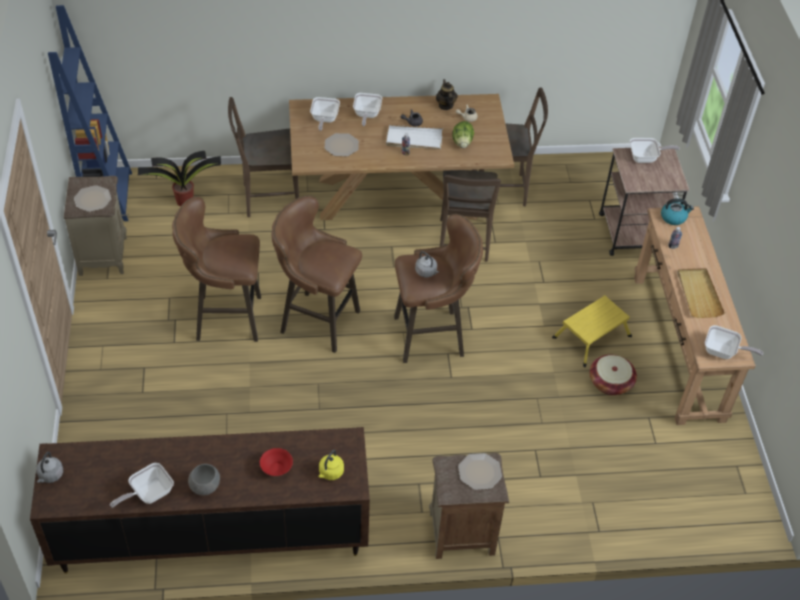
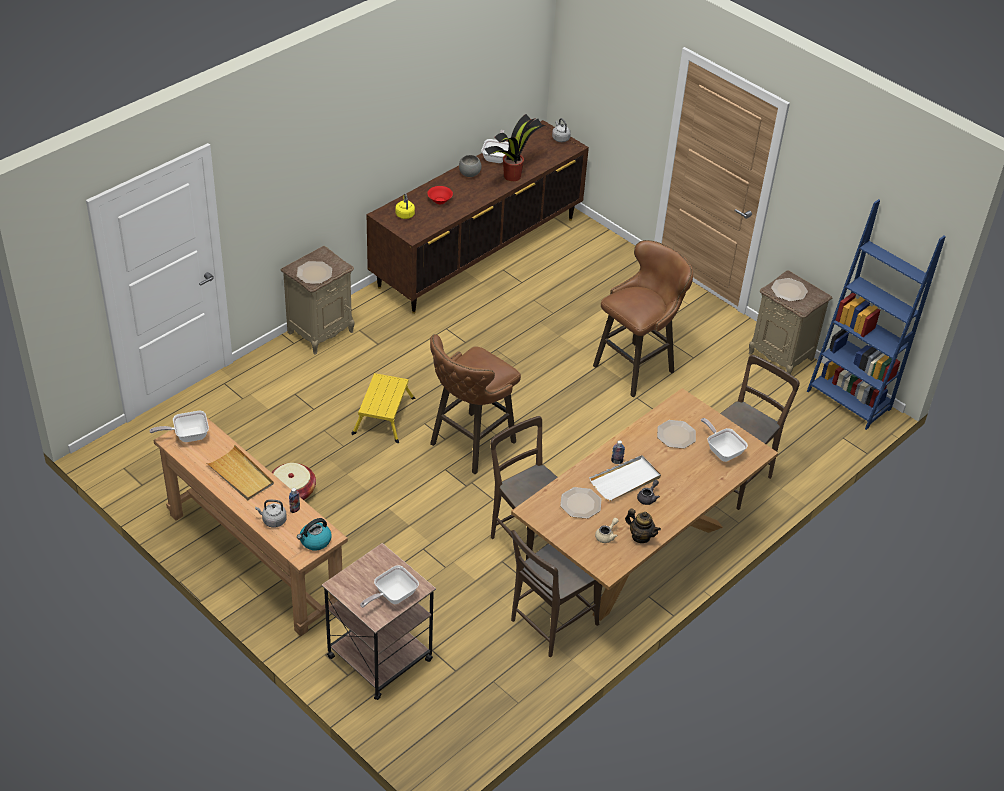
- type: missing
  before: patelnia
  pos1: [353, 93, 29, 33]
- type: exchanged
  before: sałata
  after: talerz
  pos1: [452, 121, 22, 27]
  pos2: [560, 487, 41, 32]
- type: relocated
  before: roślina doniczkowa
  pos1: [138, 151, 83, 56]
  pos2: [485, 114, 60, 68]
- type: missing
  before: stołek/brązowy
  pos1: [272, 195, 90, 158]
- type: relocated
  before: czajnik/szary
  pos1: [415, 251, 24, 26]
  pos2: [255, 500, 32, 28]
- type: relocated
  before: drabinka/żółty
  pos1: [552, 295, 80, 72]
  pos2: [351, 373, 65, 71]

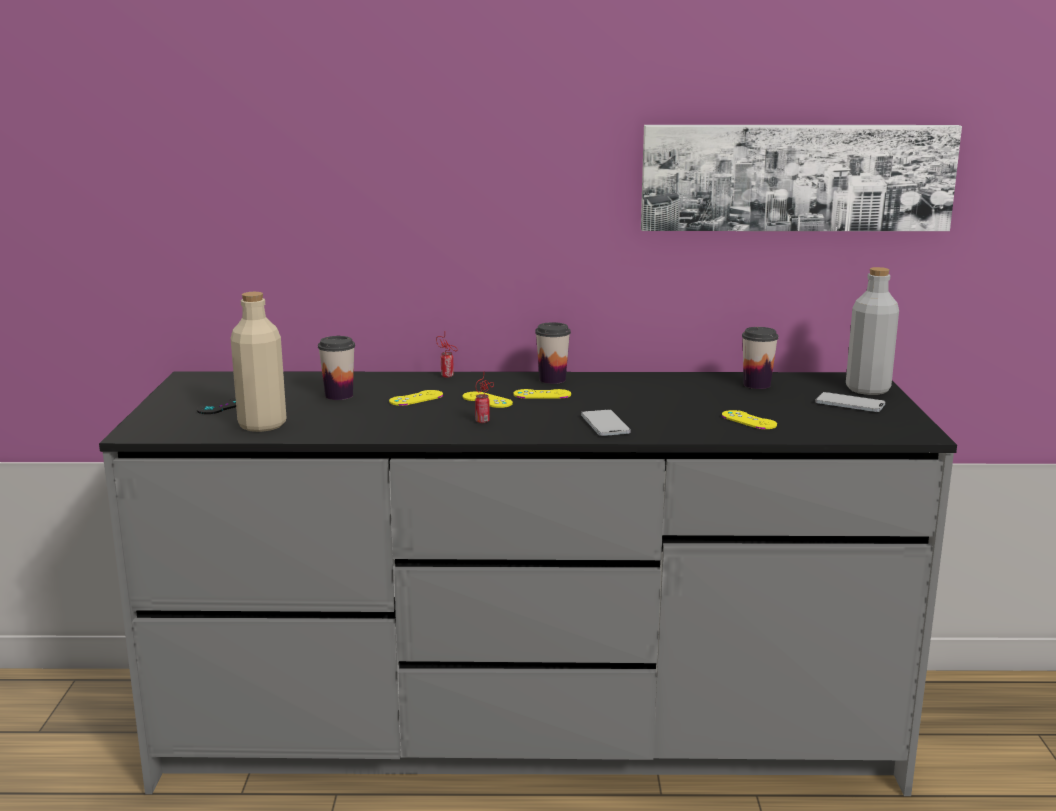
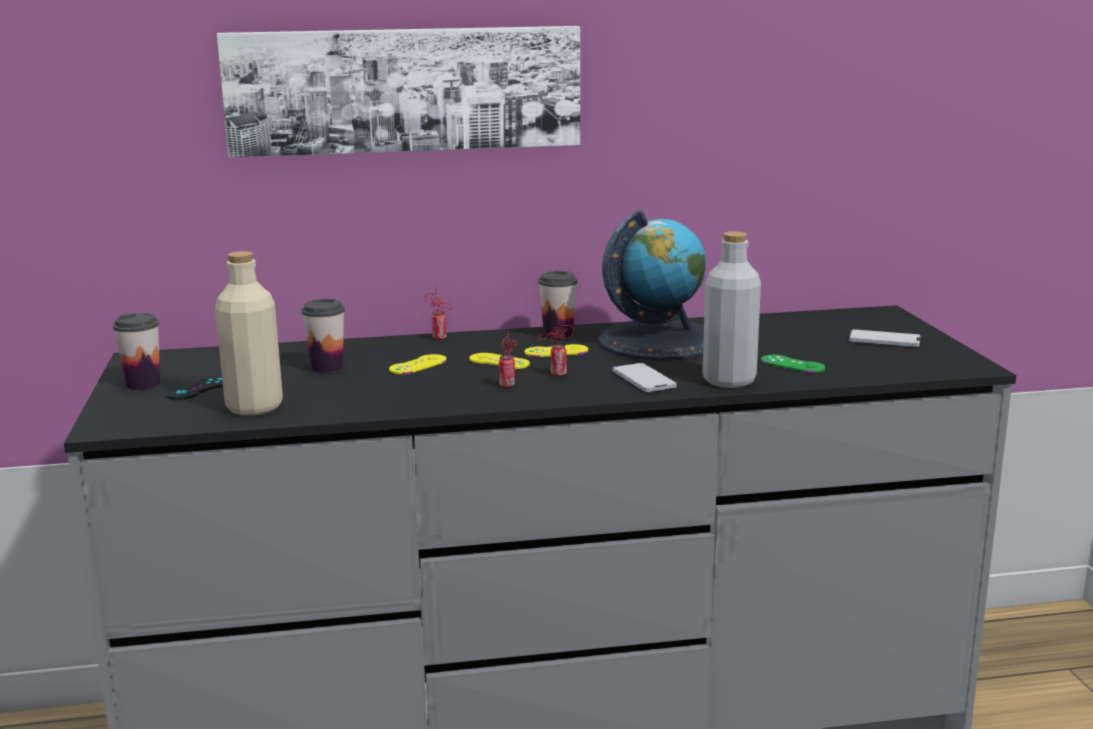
- type: relocated
  before: obraz
  pos1: [641, 125, 321, 106]
  pos2: [217, 26, 363, 132]
- type: relocated
  before: butelka/szary
  pos1: [846, 267, 53, 128]
  pos2: [702, 232, 59, 156]
- type: relocated
  before: filiżanka
  pos1: [742, 327, 36, 62]
  pos2: [113, 313, 47, 77]
- type: colour
  before: pad do gier/żółty
  after: pad do gier/zielony
  pos1: [722, 410, 55, 19]
  pos2: [761, 355, 64, 18]
- type: appeared
  after: globus
  pos2: [598, 209, 108, 152]
- type: appeared
  after: puszka
  pos2: [538, 317, 36, 59]

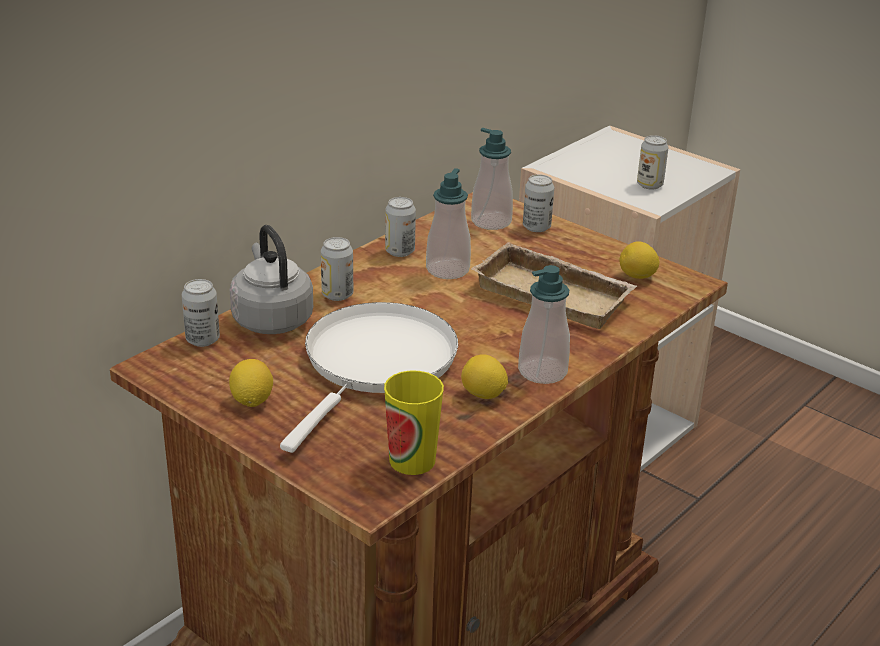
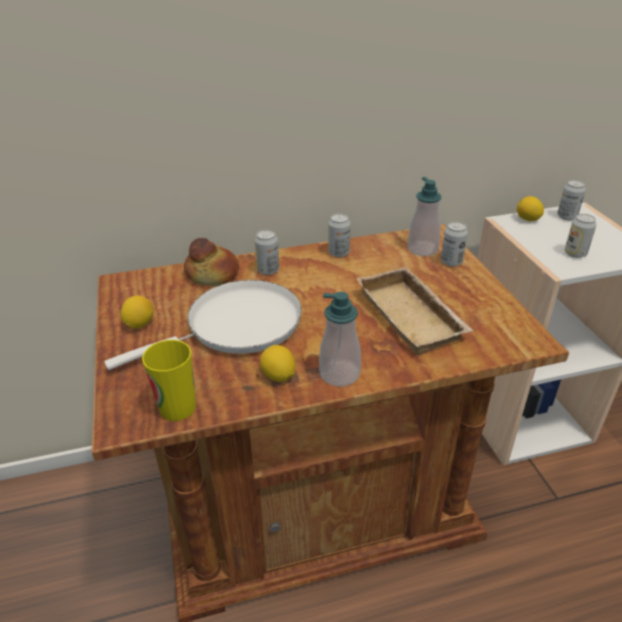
- type: missing
  before: dozownik mydła
  pos1: [426, 168, 45, 111]
- type: exchanged
  before: czajnik/szary
  after: chleb
  pos1: [230, 225, 83, 109]
  pos2: [184, 238, 55, 48]
- type: relocated
  before: cytryna
  pos1: [619, 241, 41, 38]
  pos2: [517, 196, 27, 25]
- type: relocated
  before: puszka
  pos1: [182, 279, 38, 68]
  pos2: [557, 180, 29, 41]

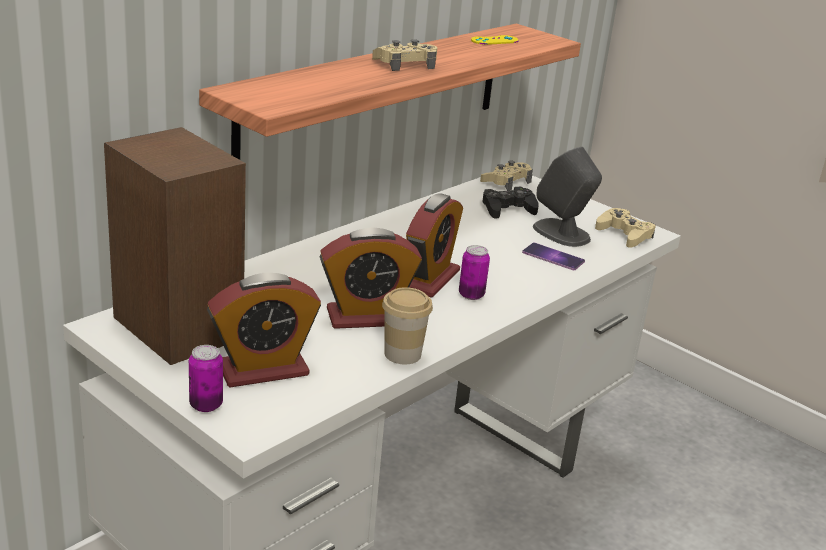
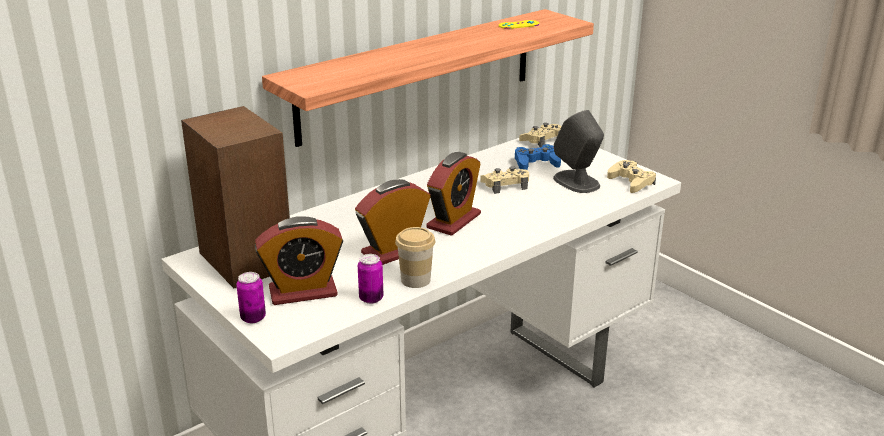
- type: relocated
  before: pad do gier/beżowy
  pos1: [372, 39, 65, 32]
  pos2: [480, 166, 49, 28]
- type: colour
  before: pad do gier/czarny
  after: pad do gier/niebieski
  pos1: [482, 187, 57, 32]
  pos2: [515, 144, 46, 26]
- type: spun
  before: budzik
  pos1: [320, 227, 102, 102]
  pos2: [355, 179, 76, 86]
  turn: 150
- type: missing
  before: telefon
  pos1: [522, 243, 63, 27]
- type: relocated
  before: puszka
  pos1: [459, 245, 31, 55]
  pos2: [358, 254, 25, 50]

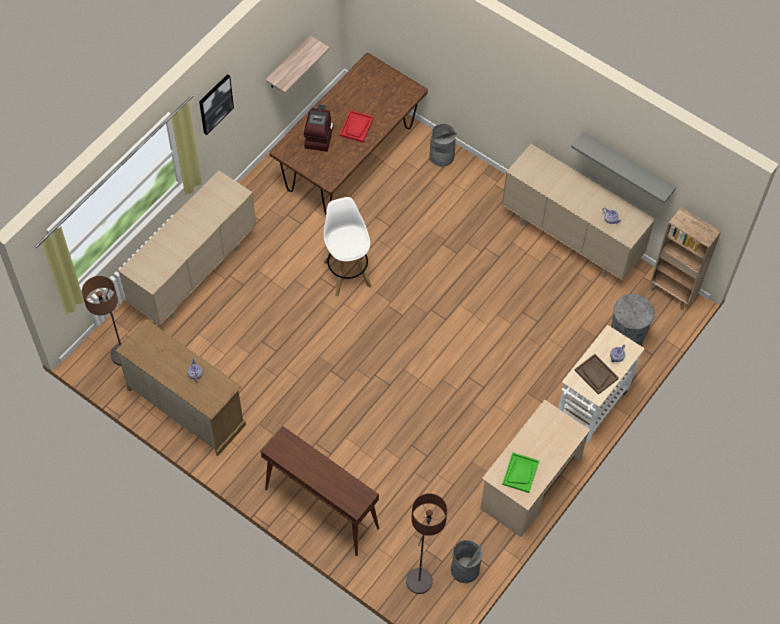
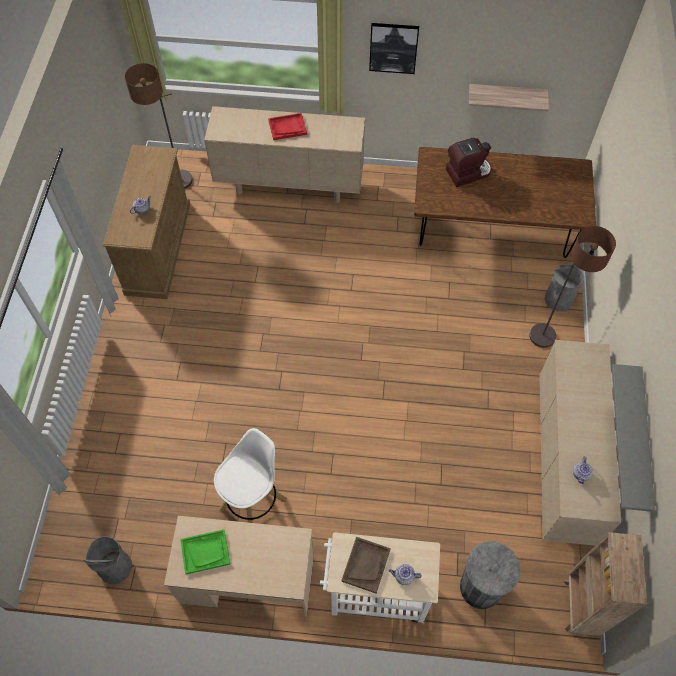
- type: relocated
  before: taca/czerwony
  pos1: [340, 110, 34, 32]
  pos2: [268, 113, 39, 27]
- type: relocated
  before: stołek/biały
  pos1: [324, 197, 48, 100]
  pos2: [214, 428, 73, 95]
- type: missing
  before: stolik konsolowy/brązowy
  pos1: [261, 426, 118, 130]
- type: relocated
  before: lampa stojąca/brązowy
  pos1: [406, 493, 41, 101]
  pos2: [529, 226, 87, 122]

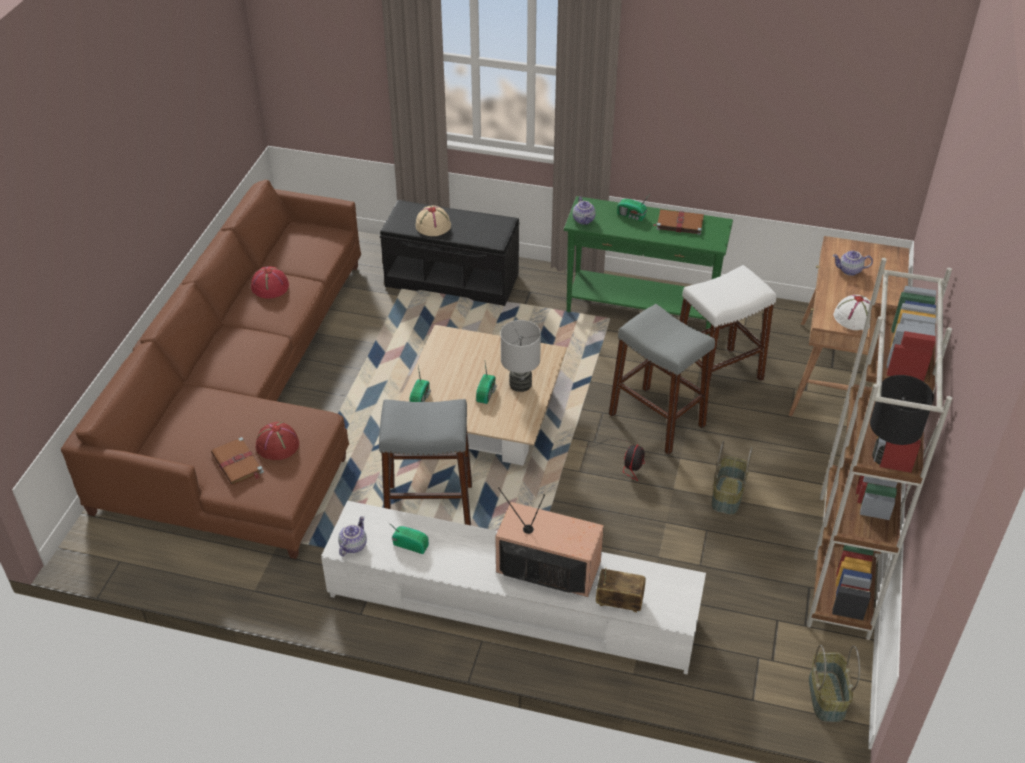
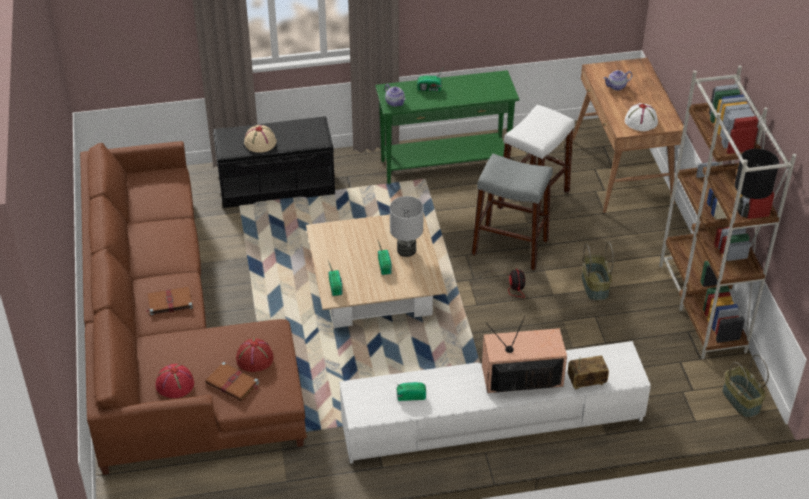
- type: relocated
  before: książka/brązowy
  pos1: [653, 209, 51, 26]
  pos2: [146, 286, 47, 29]
- type: relocated
  before: kapelusz/czerwony
  pos1: [251, 266, 38, 33]
  pos2: [156, 364, 38, 34]
- type: missing
  before: stołek/szary
  pos1: [379, 399, 93, 126]
- type: missing
  before: imbryk
  pos1: [338, 516, 29, 40]

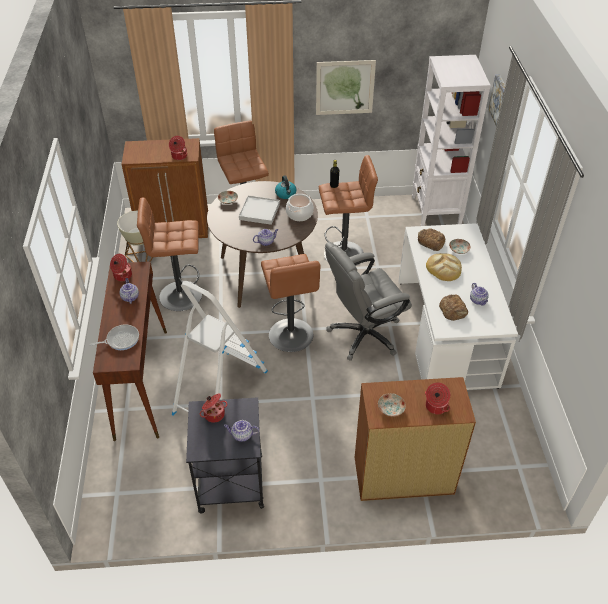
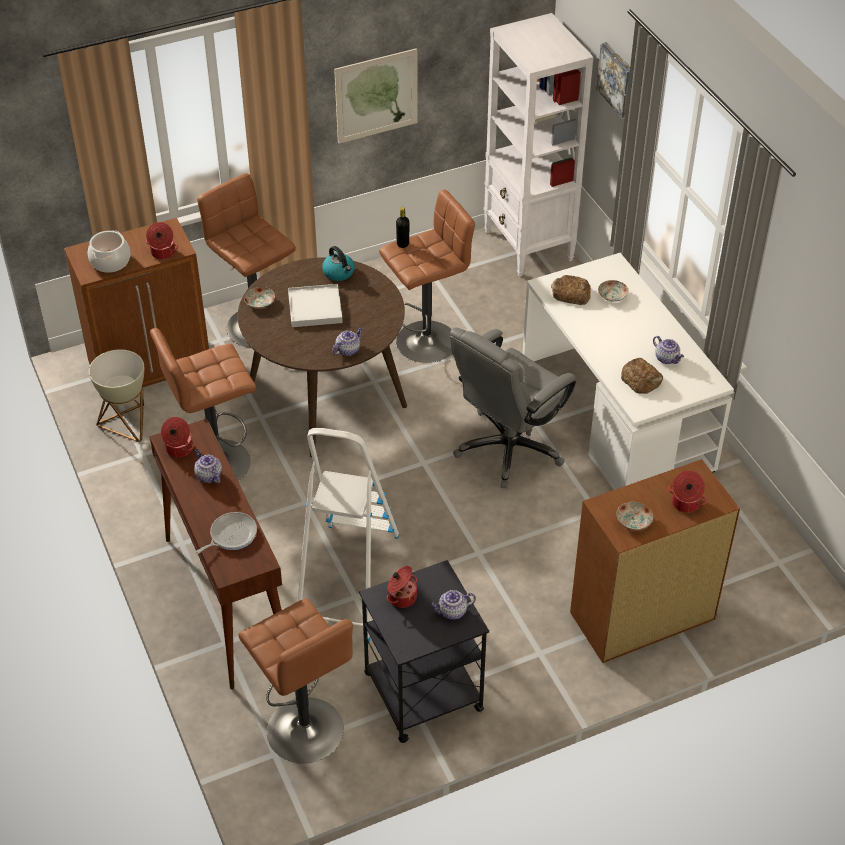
- type: relocated
  before: garnek
  pos1: [286, 194, 28, 27]
  pos2: [88, 230, 43, 43]
- type: missing
  before: chleb
  pos1: [426, 253, 36, 28]
- type: relocated
  before: stołek/brązowy
  pos1: [261, 254, 60, 98]
  pos2: [239, 598, 114, 166]

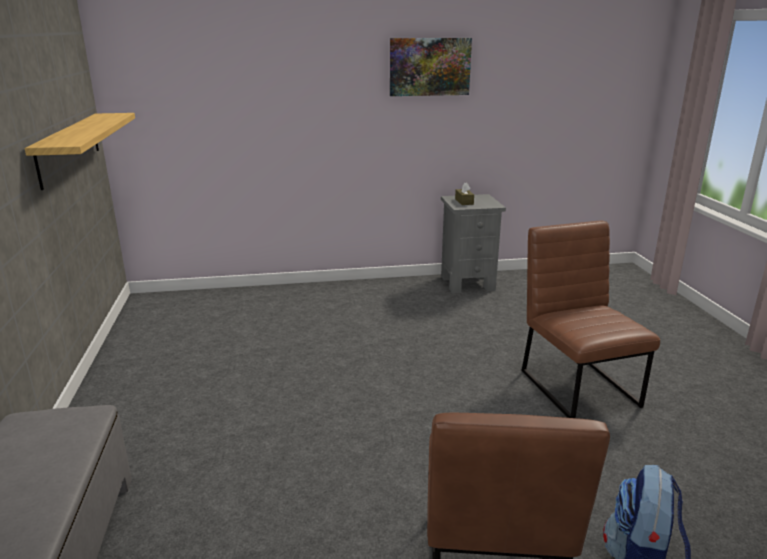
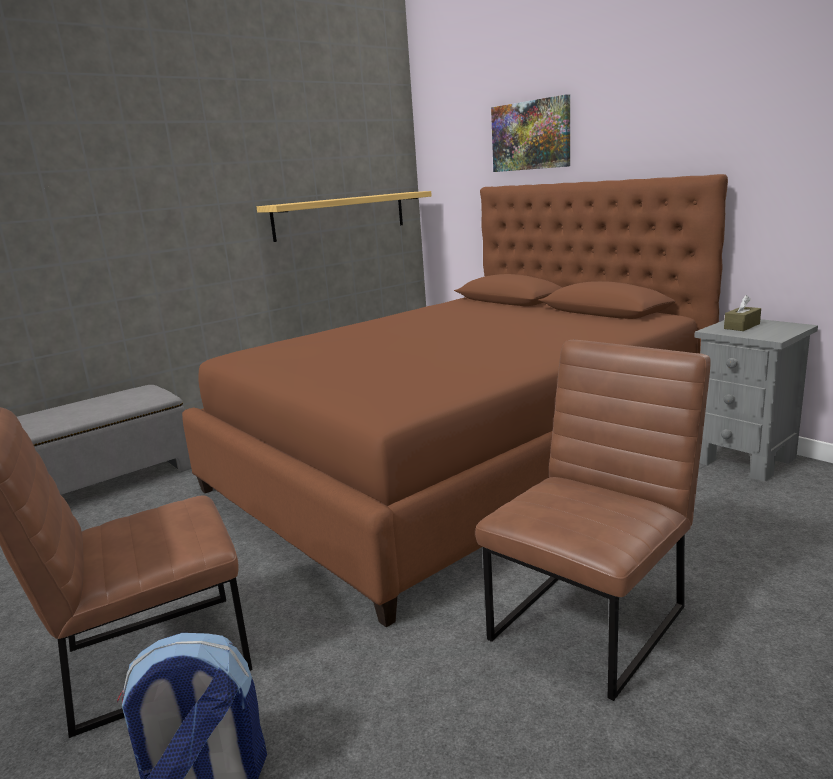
- type: relocated
  before: obraz
  pos1: [390, 38, 82, 58]
  pos2: [491, 94, 79, 78]
- type: appeared
  after: łóżko/brązowy
  pos2: [182, 174, 546, 453]

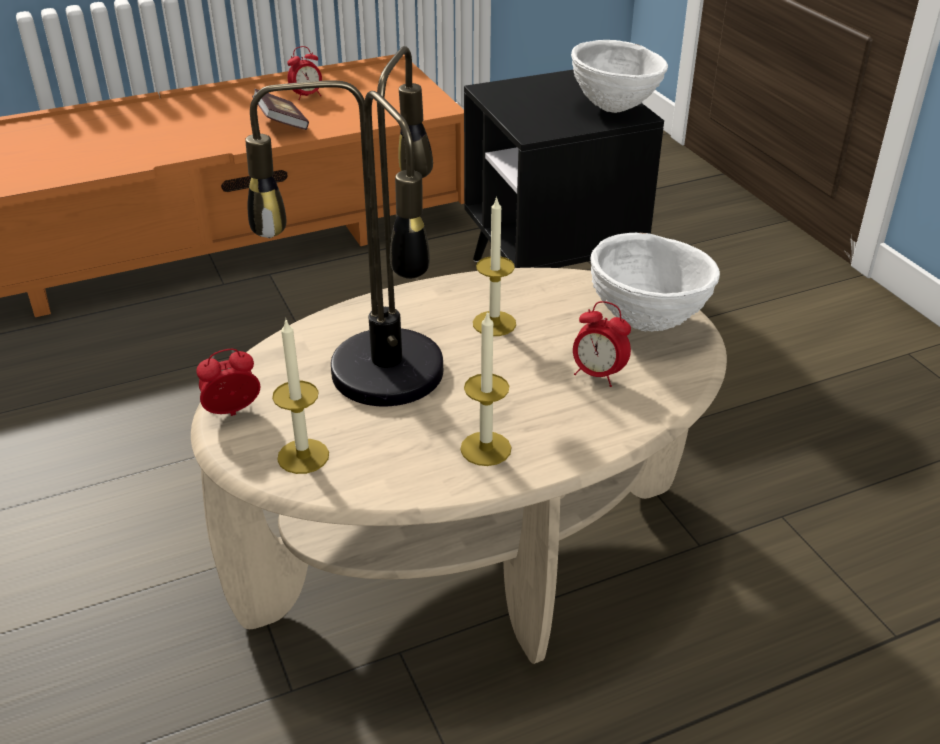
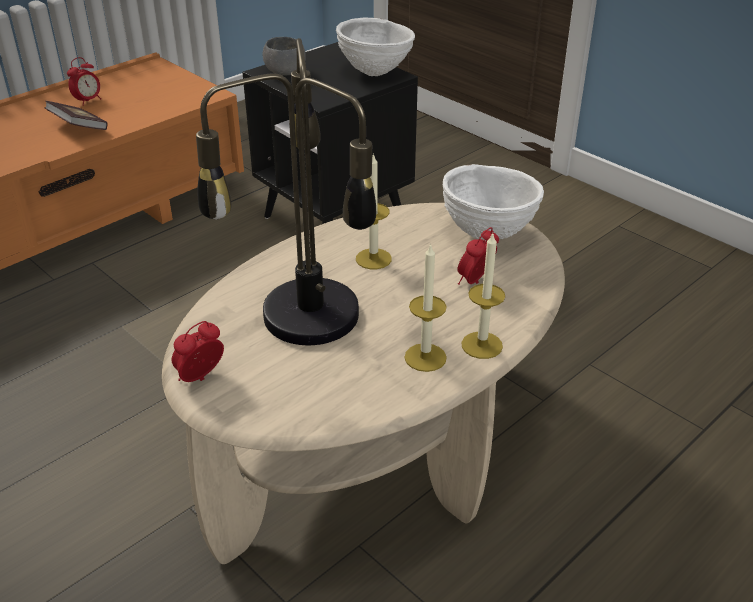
- type: spun
  before: budzik
  pos1: [573, 301, 58, 86]
  pos2: [457, 227, 42, 58]
  turn: 120
- type: relocated
  before: świeca
  pos1: [272, 318, 57, 156]
  pos2: [461, 233, 44, 126]
- type: appeared
  after: miska/szary
  pos2: [262, 37, 44, 39]

